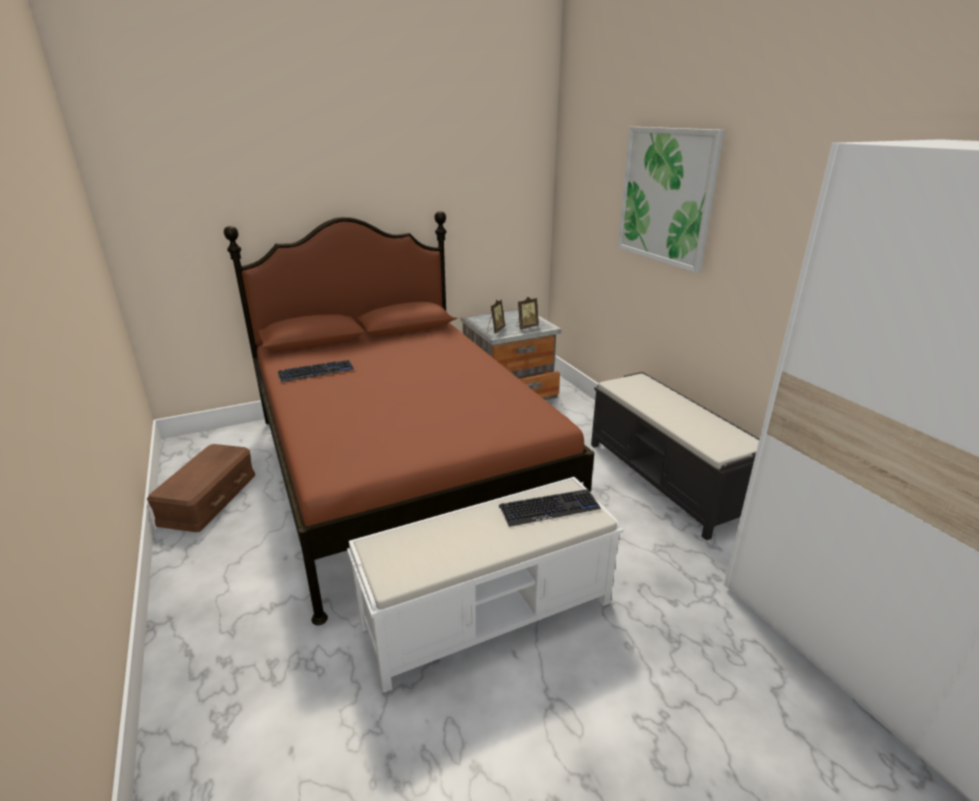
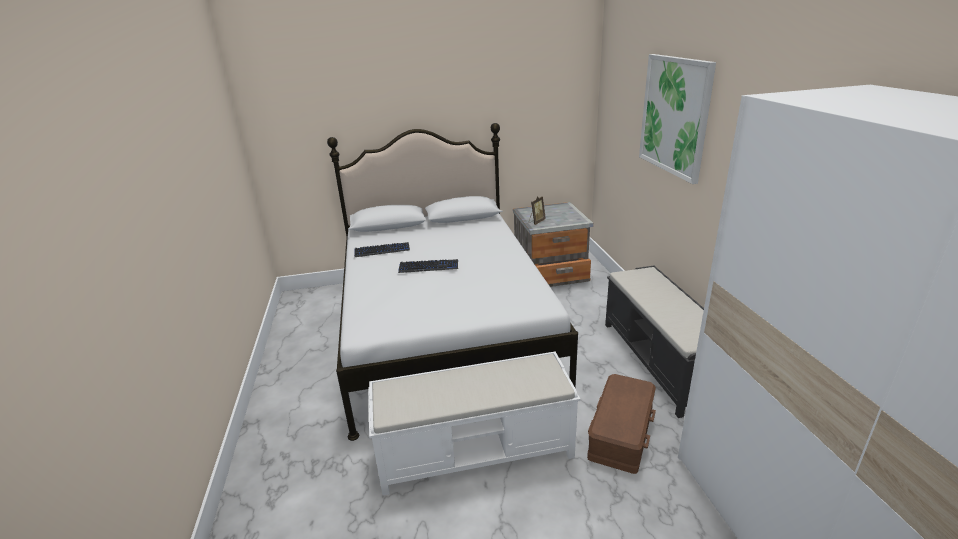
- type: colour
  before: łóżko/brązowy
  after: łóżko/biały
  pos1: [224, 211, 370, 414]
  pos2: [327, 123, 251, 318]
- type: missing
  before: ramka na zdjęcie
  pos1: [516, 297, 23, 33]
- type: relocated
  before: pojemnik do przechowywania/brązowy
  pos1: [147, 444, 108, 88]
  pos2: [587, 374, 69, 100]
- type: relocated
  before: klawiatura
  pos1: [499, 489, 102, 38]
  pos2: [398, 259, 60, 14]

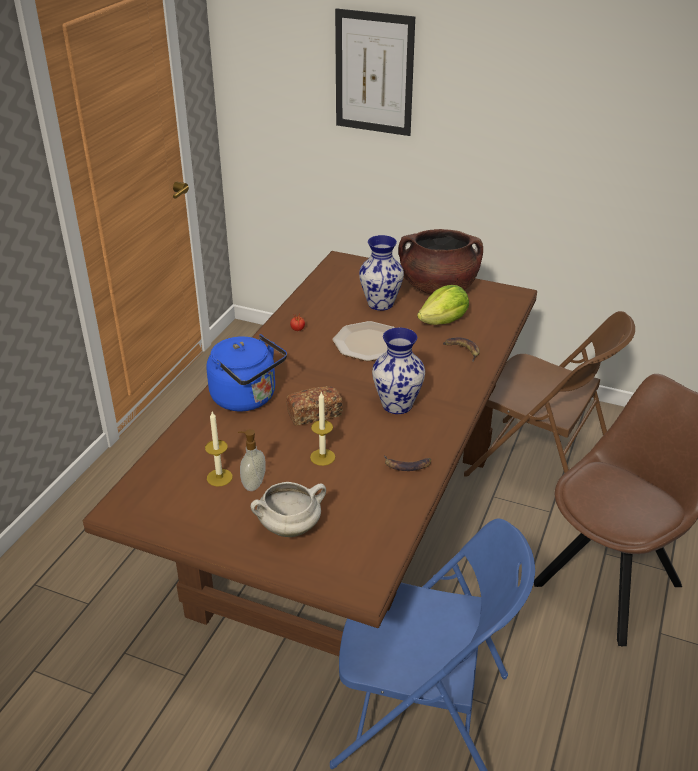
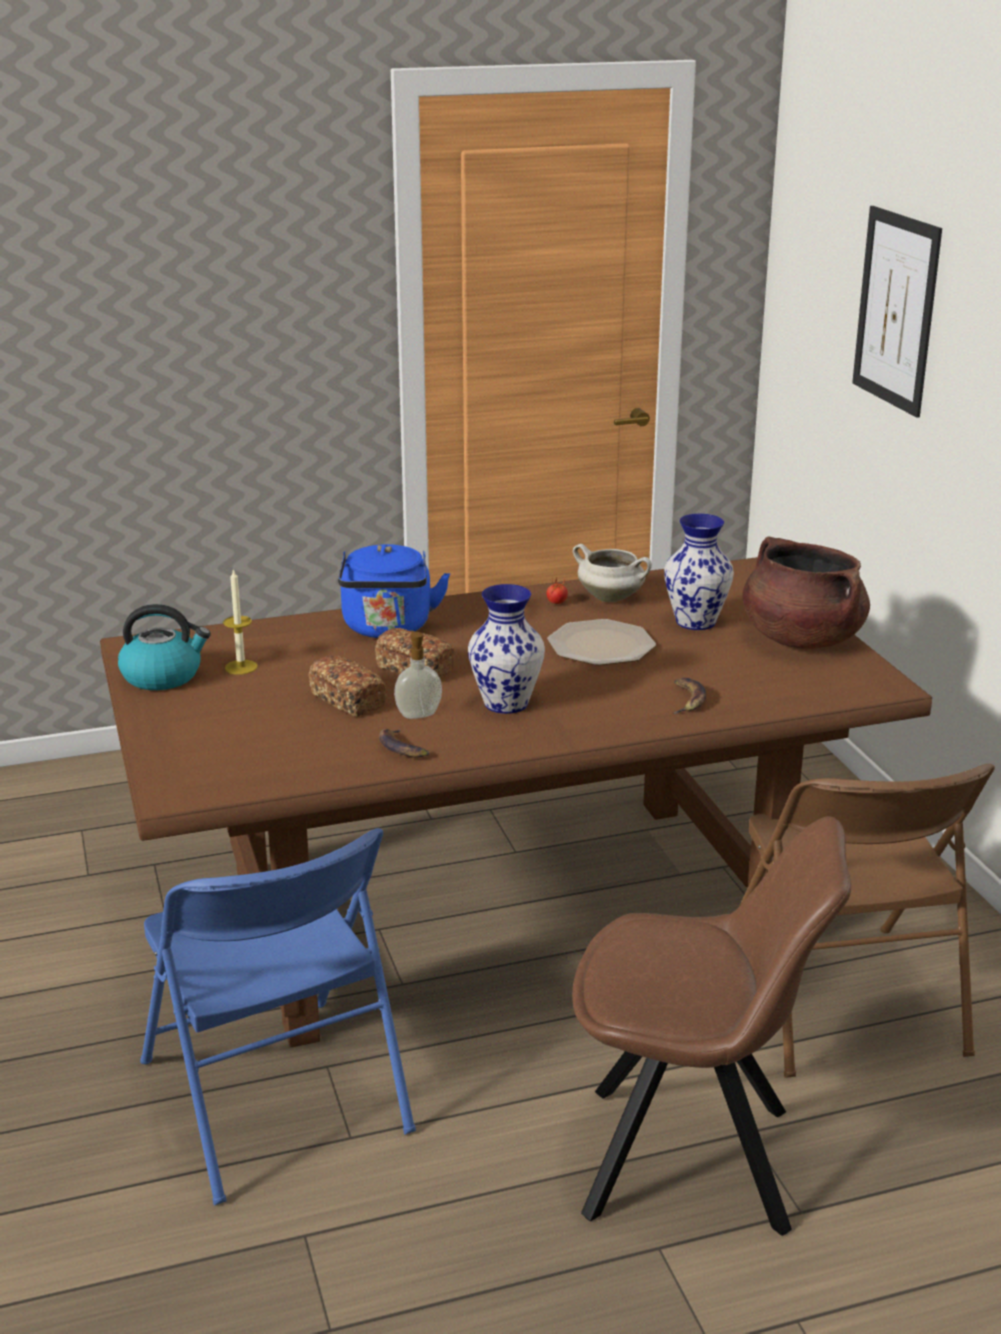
- type: missing
  before: sałata
  pos1: [417, 285, 52, 40]
- type: exchanged
  before: świeca
  after: chleb
  pos1: [310, 391, 25, 75]
  pos2: [308, 655, 78, 61]
- type: relocated
  before: dozownik mydła
  pos1: [238, 429, 28, 62]
  pos2: [394, 632, 48, 87]
- type: relocated
  before: garnek/biały
  pos1: [250, 482, 76, 55]
  pos2: [573, 544, 79, 58]
- type: appeared
  after: czajnik
  pos2: [118, 604, 93, 86]

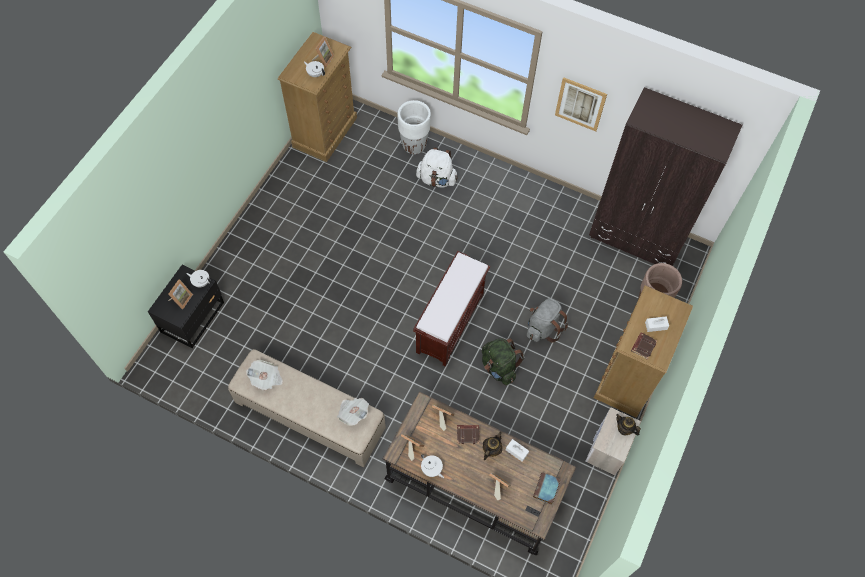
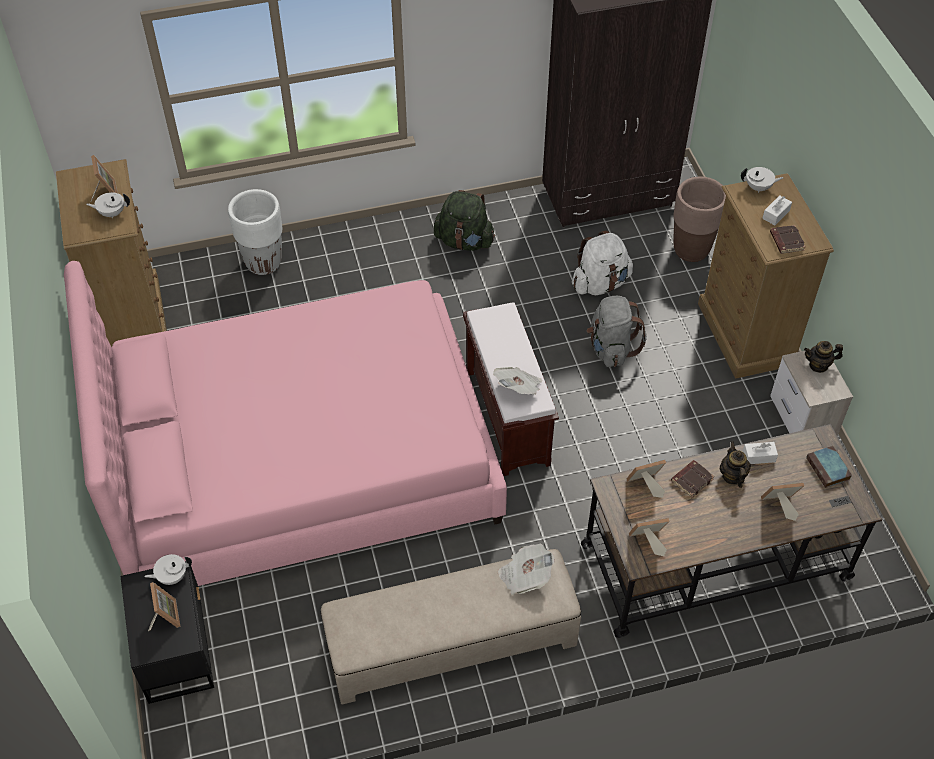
- type: missing
  before: obraz
  pos1: [555, 77, 52, 54]
- type: relocated
  before: plecak/biały
  pos1: [416, 147, 42, 41]
  pos2: [572, 230, 61, 65]
- type: relocated
  before: plecak/zielony
  pos1: [482, 338, 43, 47]
  pos2: [434, 190, 61, 61]
- type: relocated
  before: gazeta
  pos1: [246, 360, 37, 31]
  pos2: [493, 367, 49, 28]
- type: relocated
  before: imbryk/biały
  pos1: [421, 454, 23, 24]
  pos2: [741, 167, 42, 26]
- type: appeared
  after: łóżko/różowy
  pos2: [64, 261, 443, 325]

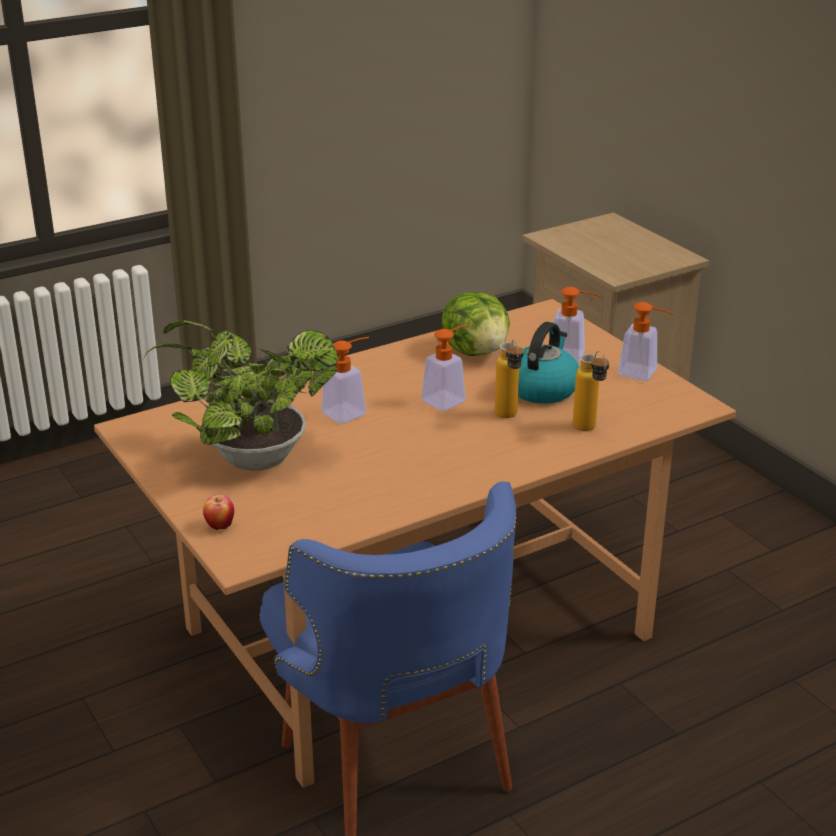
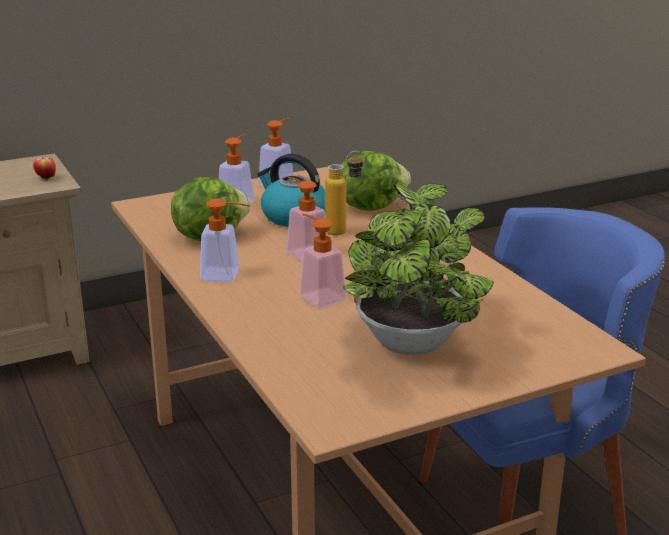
- type: exchanged
  before: butelka
  after: sałata
  pos1: [573, 351, 36, 80]
  pos2: [341, 151, 70, 60]
- type: relocated
  before: jabłko
  pos1: [203, 495, 31, 35]
  pos2: [33, 157, 23, 23]
- type: appeared
  after: dozownik mydła
  pos2: [200, 198, 50, 84]

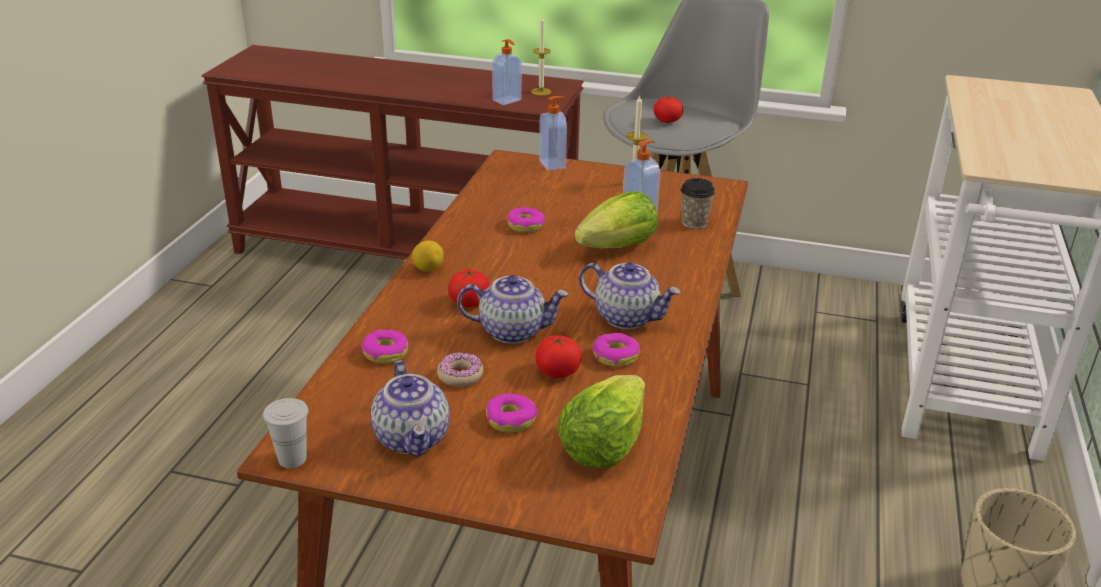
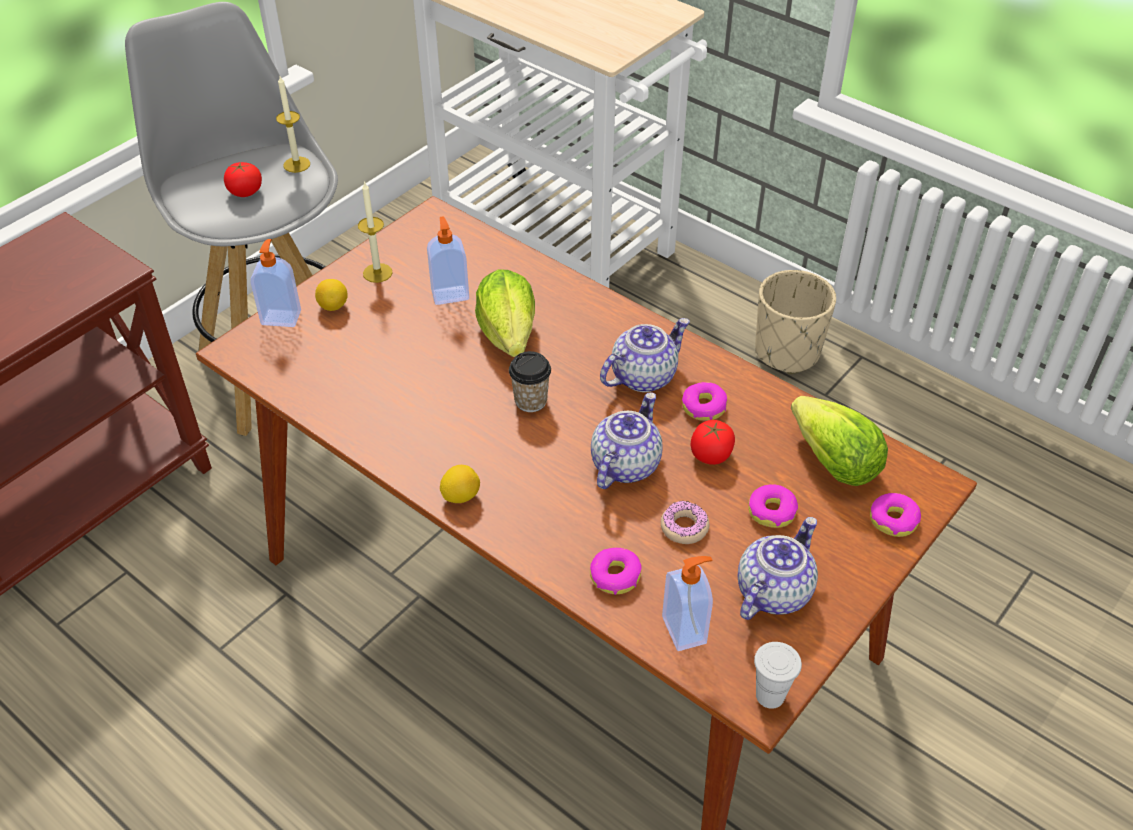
- type: relocated
  before: świeca
  pos1: [531, 16, 20, 80]
  pos2: [276, 76, 34, 97]
- type: relocated
  before: dozownik mydła
  pos1: [492, 39, 30, 66]
  pos2: [662, 556, 51, 95]
- type: relocated
  before: filiżanka
  pos1: [681, 178, 34, 51]
  pos2: [509, 351, 42, 61]
- type: relocated
  before: donut
  pos1: [507, 207, 38, 26]
  pos2: [870, 493, 51, 44]
- type: missing
  before: pomidor
  pos1: [448, 269, 42, 39]
- type: spun
  before: imbryk
  pos1: [371, 360, 79, 97]
  pos2: [738, 517, 80, 103]
  turn: -60
- type: appeared
  after: cytryna
  pos2: [315, 279, 33, 32]

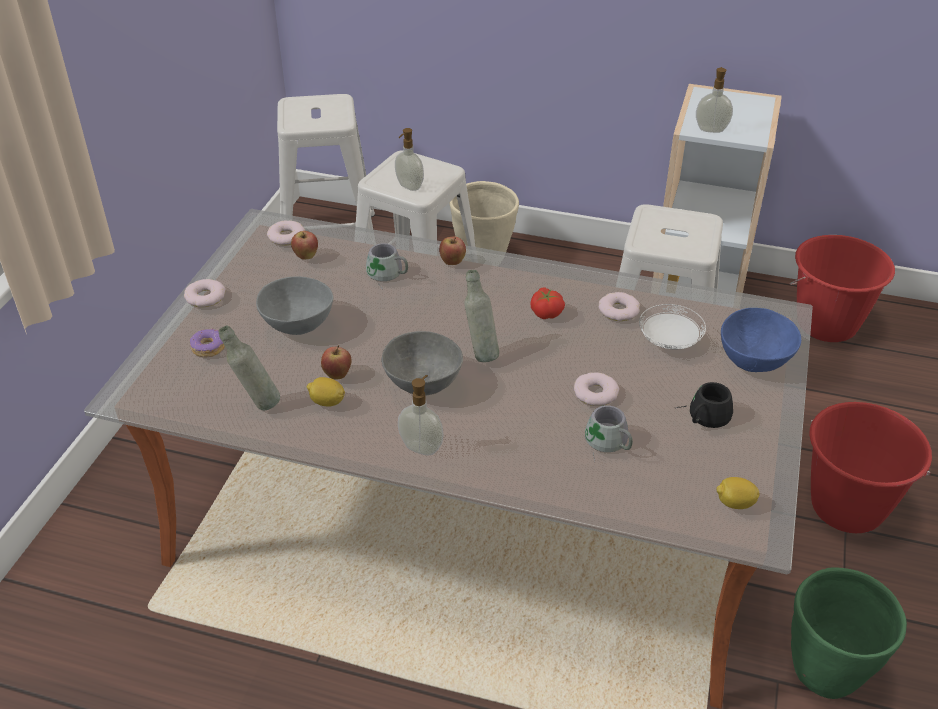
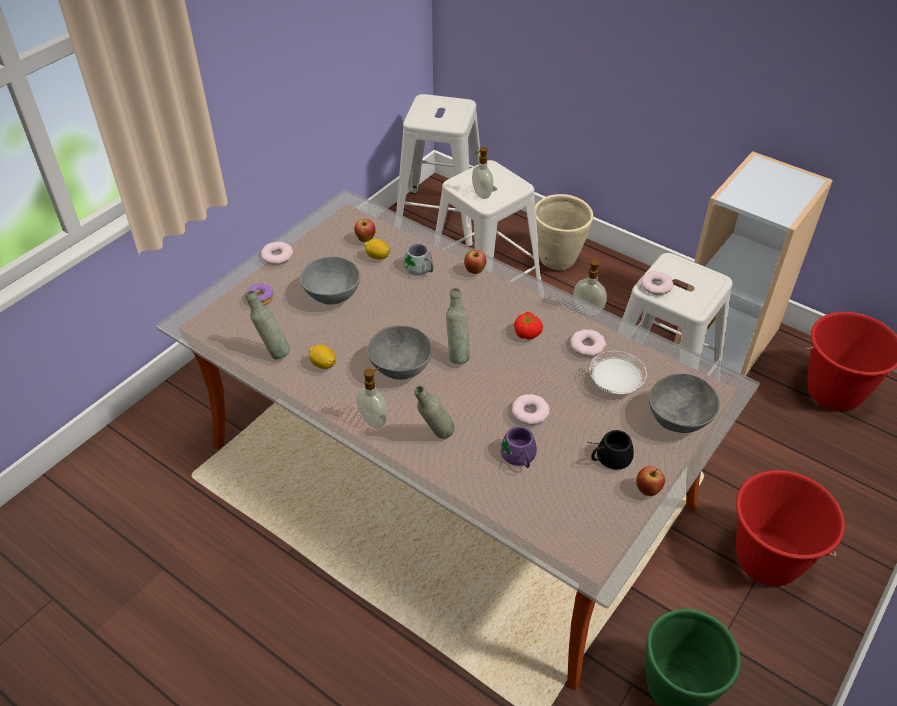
- type: relocated
  before: dozownik mydła
  pos1: [696, 67, 37, 66]
  pos2: [573, 257, 34, 58]
- type: relocated
  before: donut
  pos1: [267, 221, 38, 25]
  pos2: [641, 271, 32, 24]
- type: colour
  before: miska/niebieski
  after: miska/szary
  pos1: [721, 308, 80, 64]
  pos2: [649, 373, 71, 60]
- type: relocated
  before: jabłko
  pos1: [321, 345, 31, 35]
  pos2: [636, 466, 29, 30]
- type: colour
  before: kubek/szary
  after: kubek/fioletowy
  pos1: [585, 405, 48, 57]
  pos2: [499, 426, 38, 42]
- type: relocated
  before: cytryna
  pos1: [716, 477, 44, 32]
  pos2: [364, 239, 26, 21]
- type: appeared
  after: butelka/szary
  pos2: [415, 386, 40, 53]

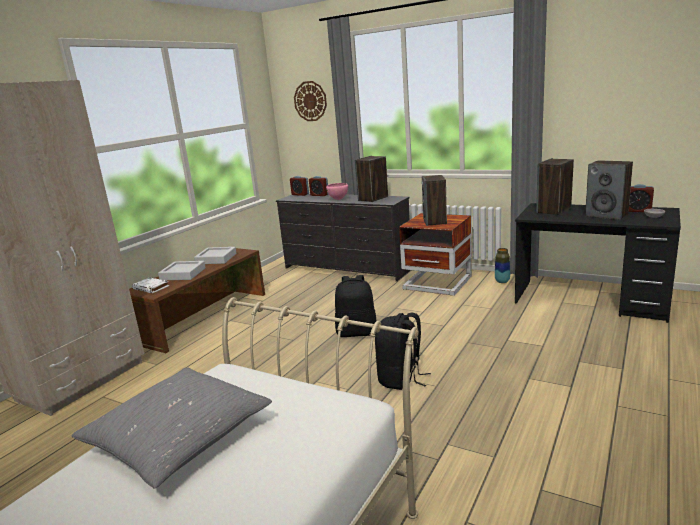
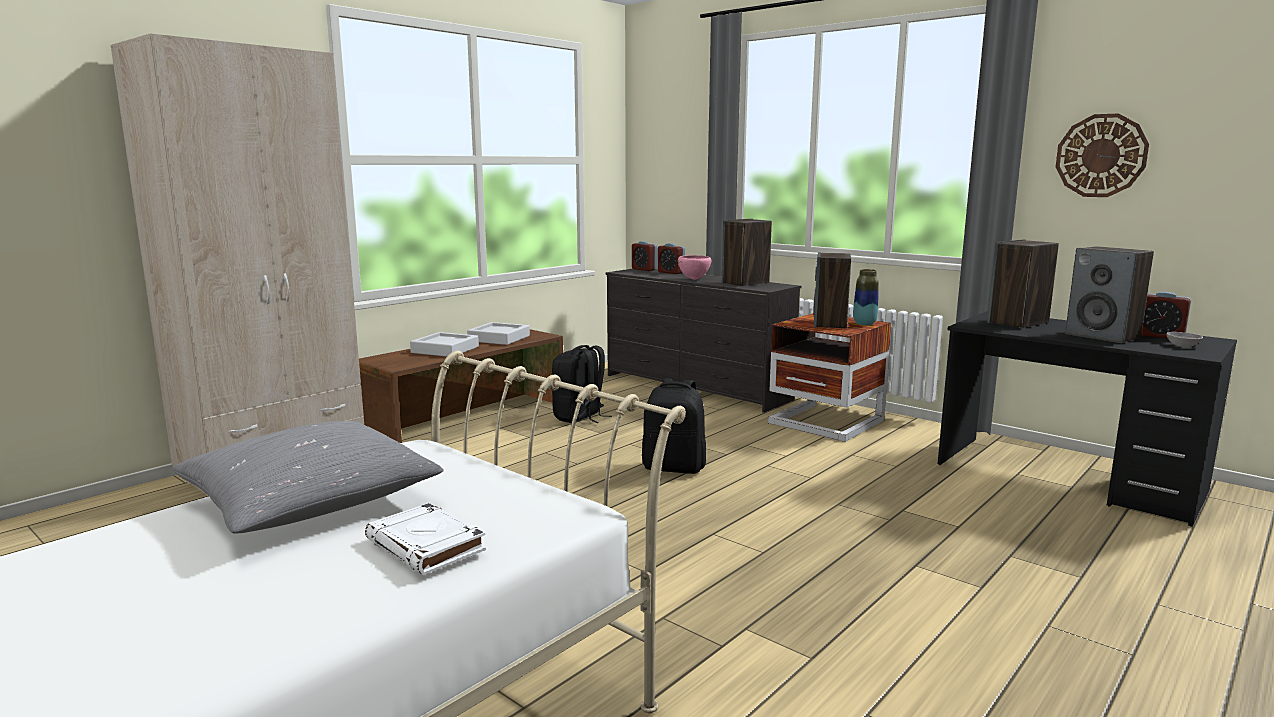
- type: relocated
  before: zegar ścienny
  pos1: [294, 81, 33, 40]
  pos2: [1056, 113, 93, 84]
- type: relocated
  before: wazon
  pos1: [495, 248, 15, 35]
  pos2: [853, 269, 26, 56]
- type: relocated
  before: książka/biały
  pos1: [132, 277, 37, 16]
  pos2: [365, 503, 121, 72]
- type: relocated
  before: plecak/czarny
  pos1: [375, 313, 56, 77]
  pos2: [552, 345, 60, 78]

